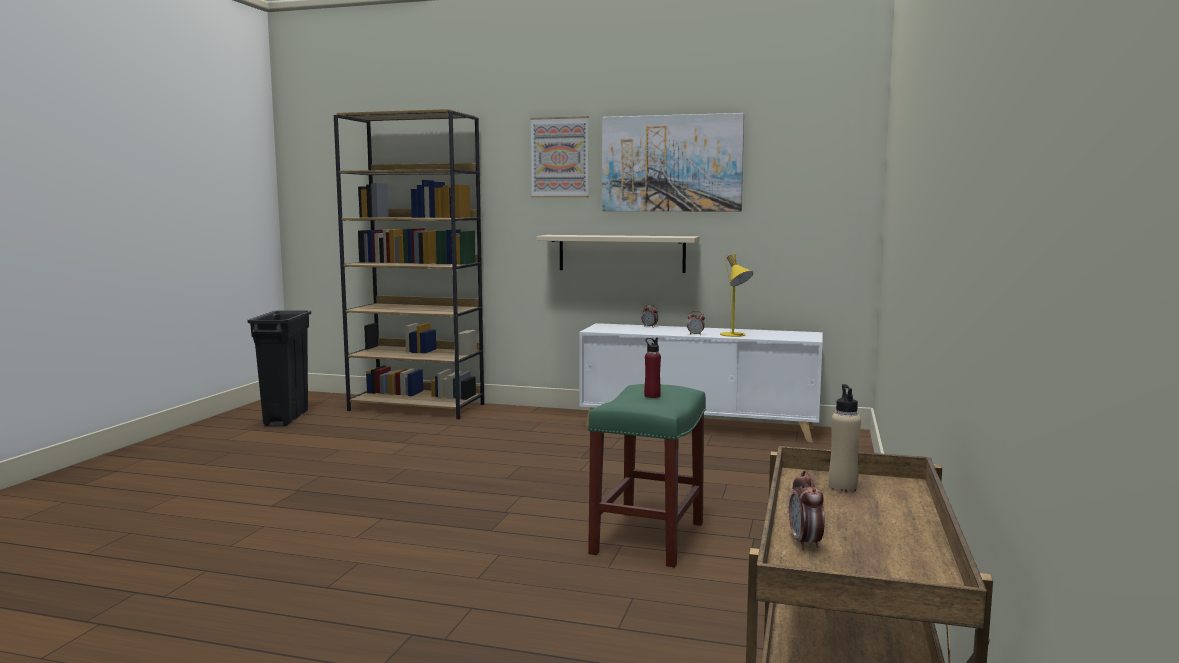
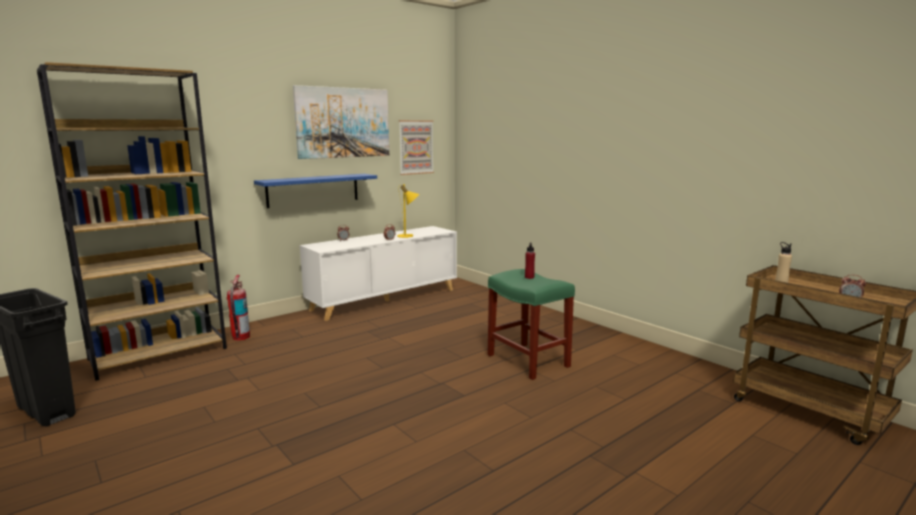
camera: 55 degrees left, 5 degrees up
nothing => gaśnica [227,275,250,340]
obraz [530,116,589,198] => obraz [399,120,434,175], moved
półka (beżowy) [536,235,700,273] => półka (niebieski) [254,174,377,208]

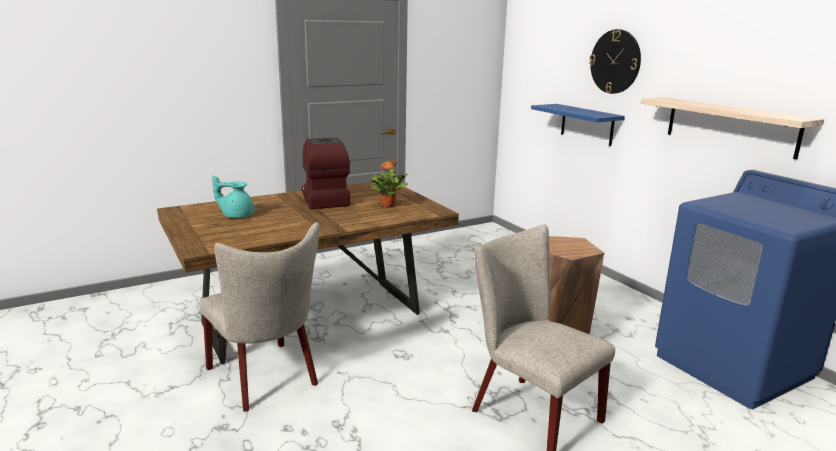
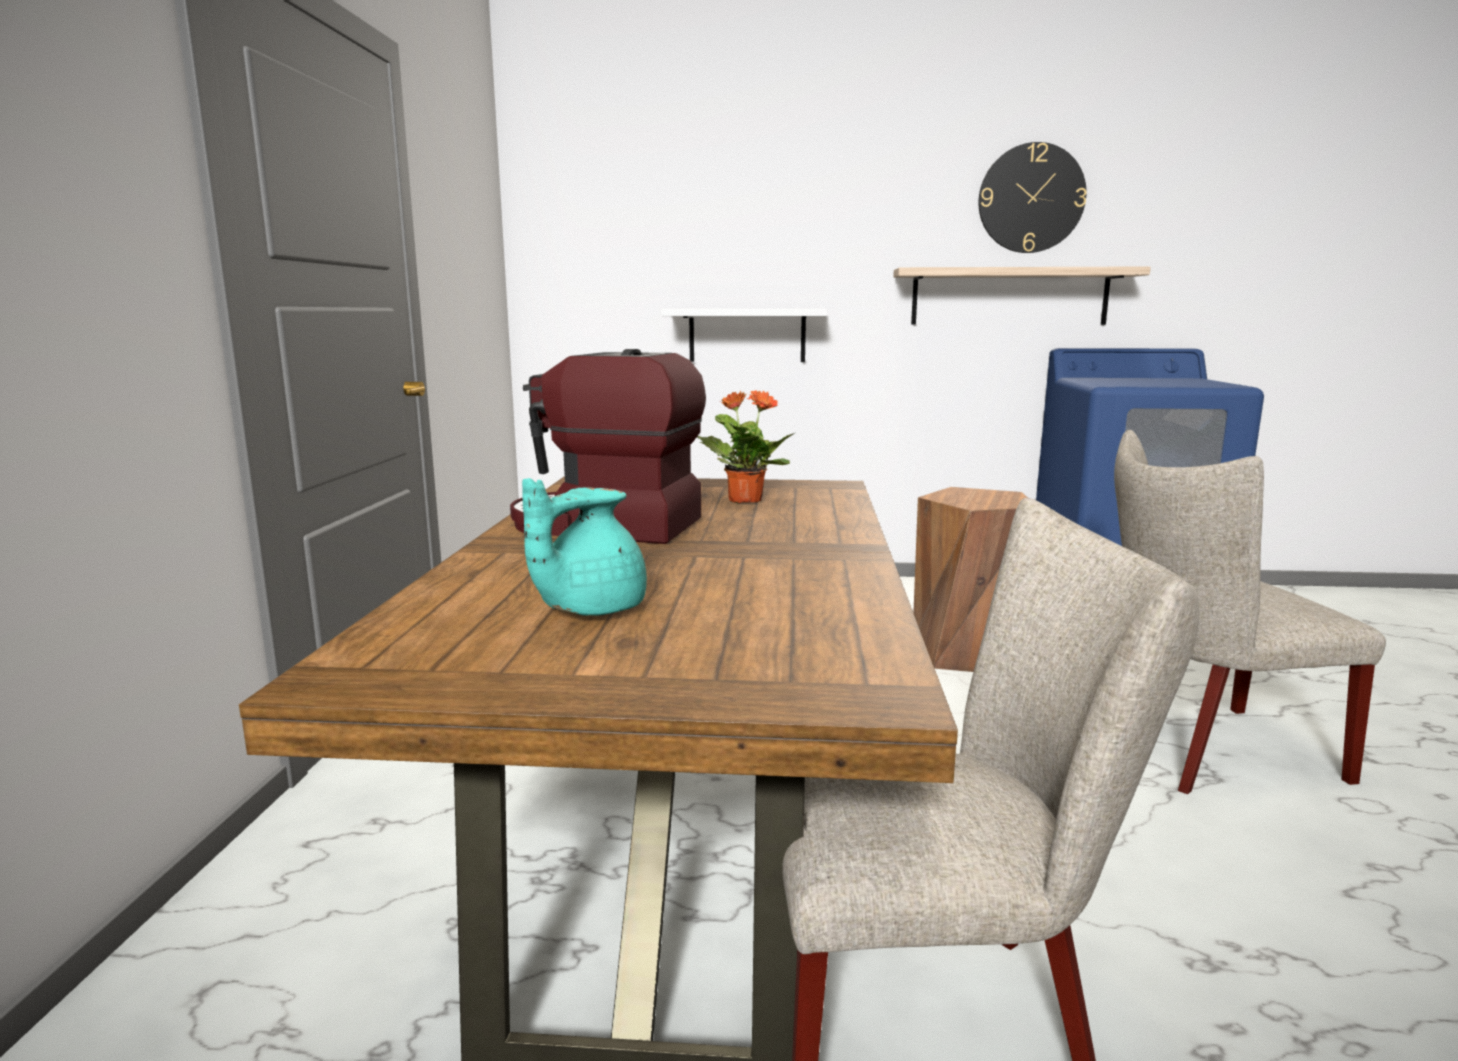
camera: 55 degrees left, 5 degrees down
zegar ścienny [589,29,641,94] => zegar ścienny [978,142,1086,253], moved
półka (niebieski) [531,104,625,146] => półka (biały) [661,309,828,362]

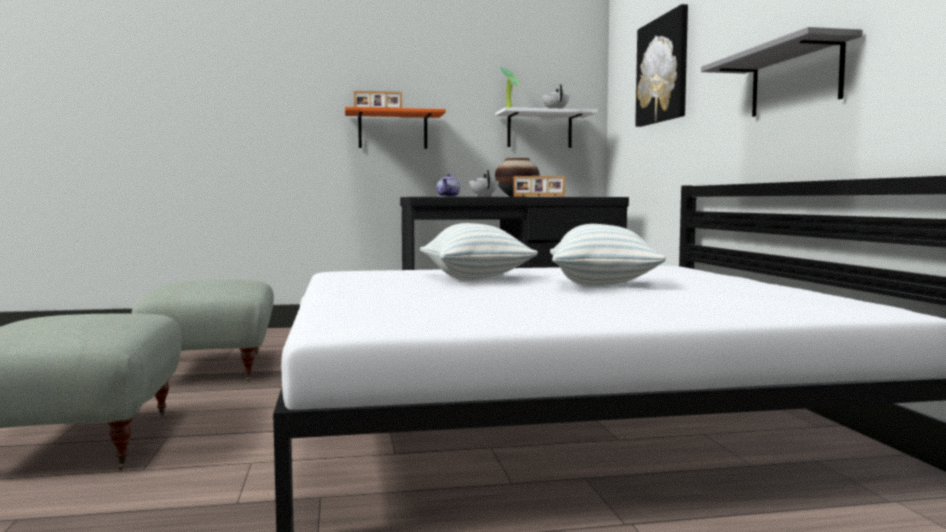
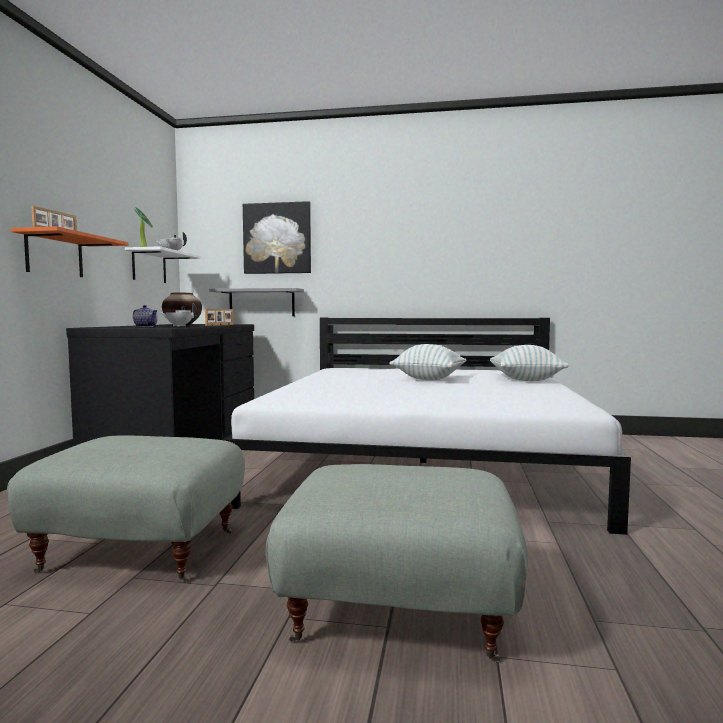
camera: 70 degrees left, 0 degrees up
poduszka [420,223,538,280] => poduszka [490,345,568,381], moved
półka (szary) [701,27,863,117] => półka (szary) [209,288,304,316], moved

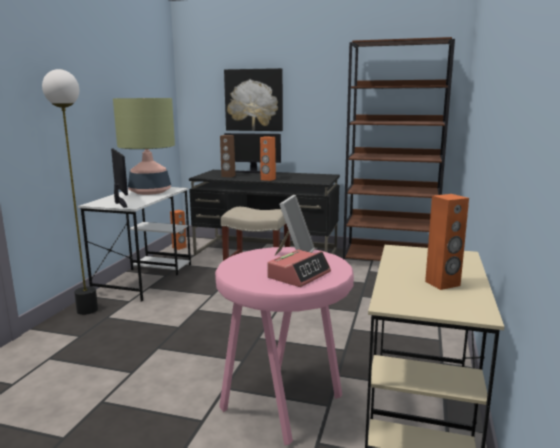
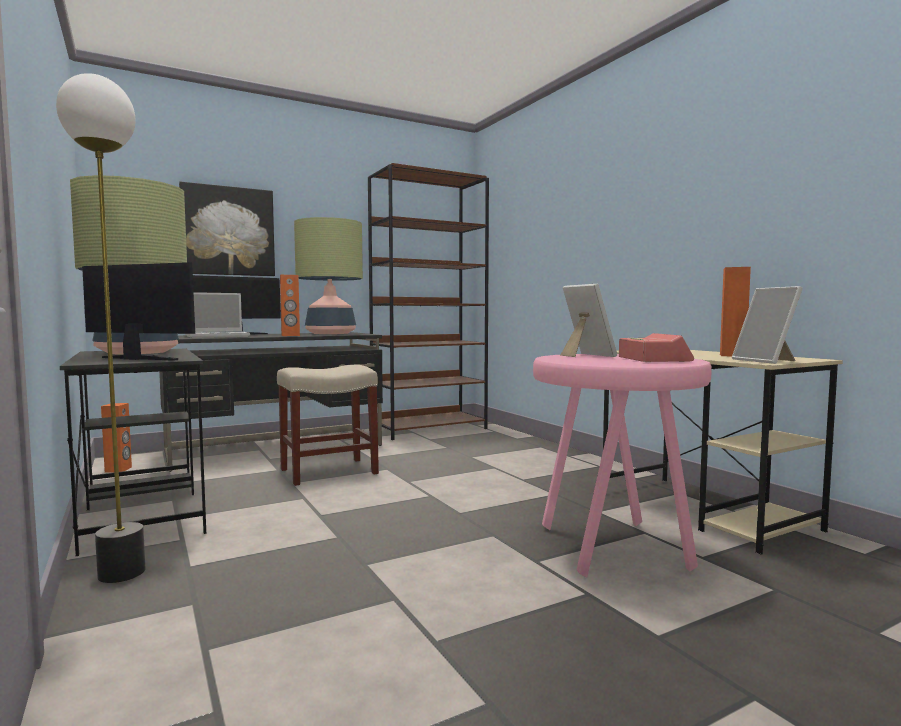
camera: 45 degrees left, 10 degrees down
nothing => lampa stołowa [294,217,363,334]
nothing => ramka na zdjęcie [732,286,803,364]
głośnik (brązowy) [220,135,236,177] => laptop [185,292,250,338]
biurko (biały) [78,187,191,301] => biurko (czarny) [60,349,207,556]

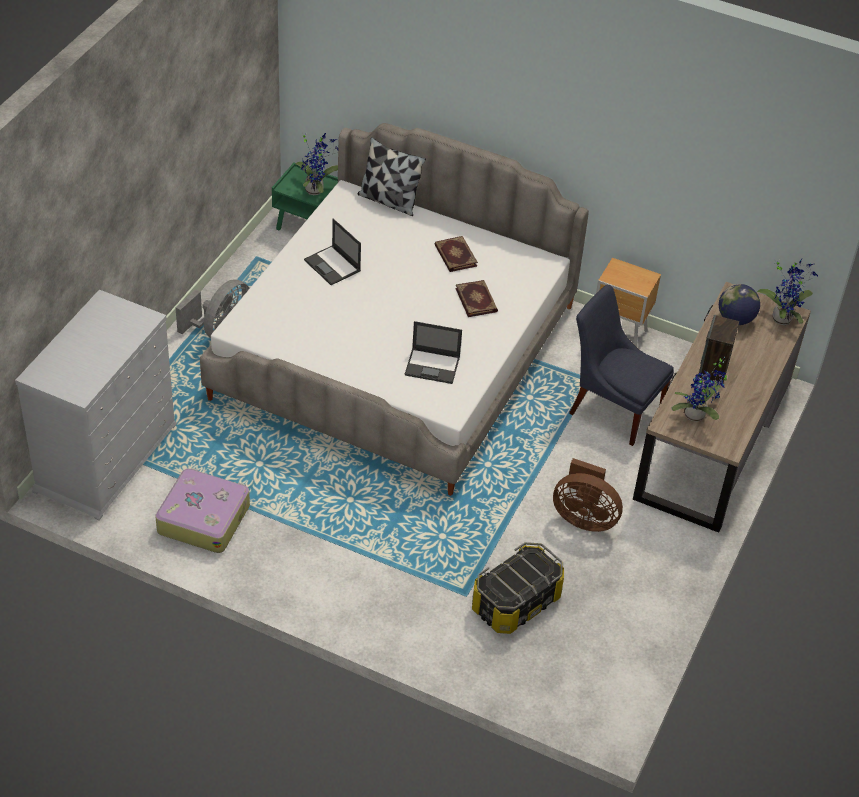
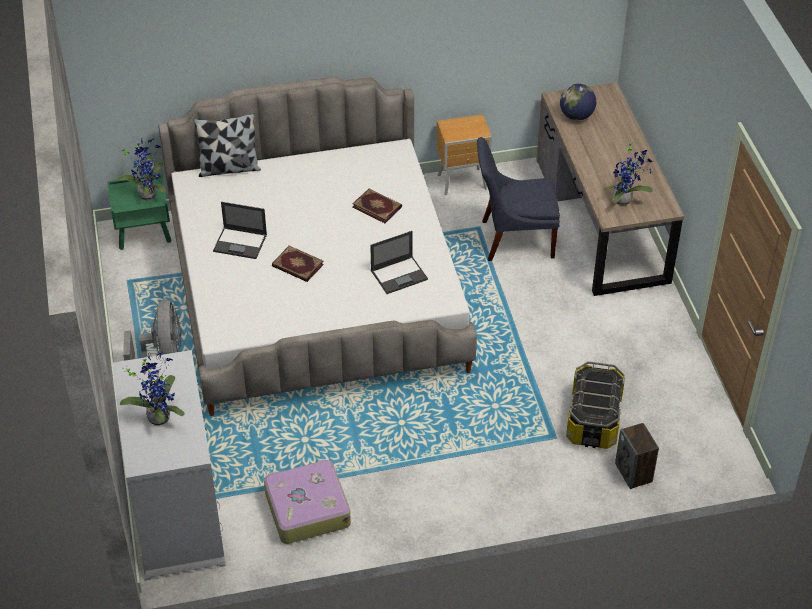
camera: 35 degrees left, 0 degrees up
wentylator (brązowy) [553,458,623,532] => nothing
książka [435,236,478,272] => książka [272,246,324,282], moved
głośnik [698,315,739,383] => głośnik [615,423,659,489], moved
roślina doniczkowa [757,258,818,325] => roślina doniczkowa [120,351,185,426], moved

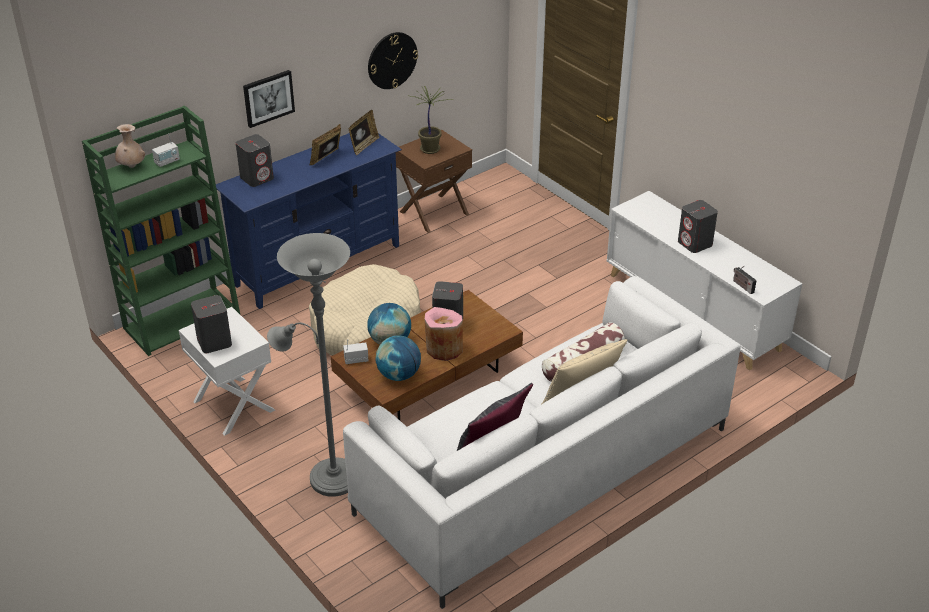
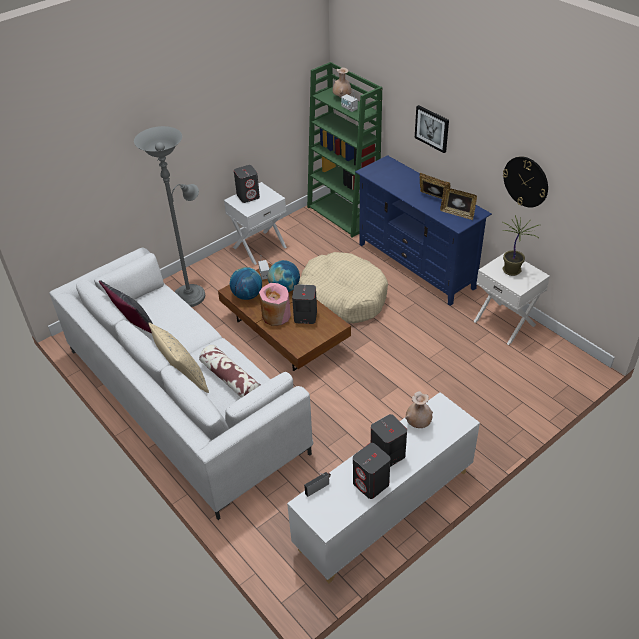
camera: 90 degrees right, 5 degrees up
nothing => wazon (beżowy) [405,391,433,428]
głośnik (szary) [236,134,274,187] => głośnik (szary) [353,443,391,499], moved
szafka nocna (brązowy) [396,130,472,233] => szafka nocna (biały) [474,253,550,345]

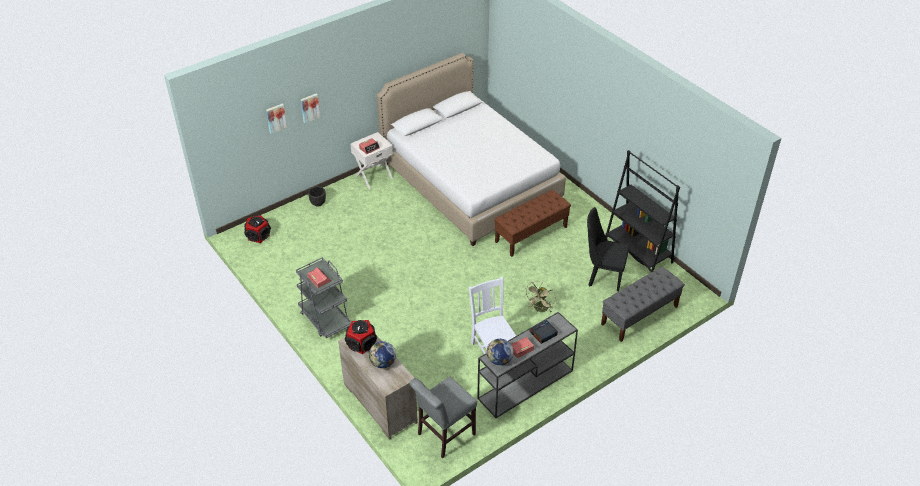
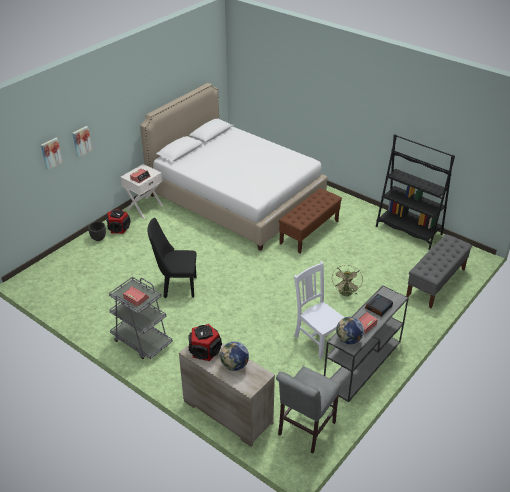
camera: 15 degrees left, 5 degrees down
głośnik [244,215,271,243] => głośnik [106,209,131,234], moved
krzesło (czarny) [587,207,629,291] => krzesło (czarny) [148,218,196,298], moved

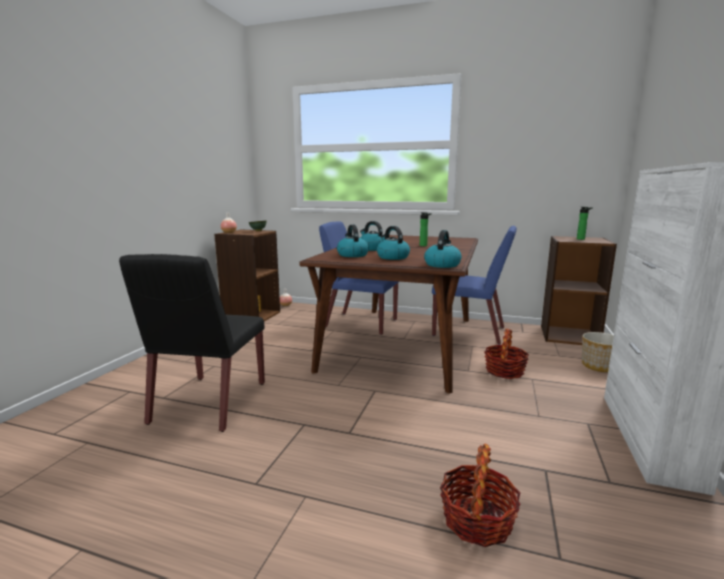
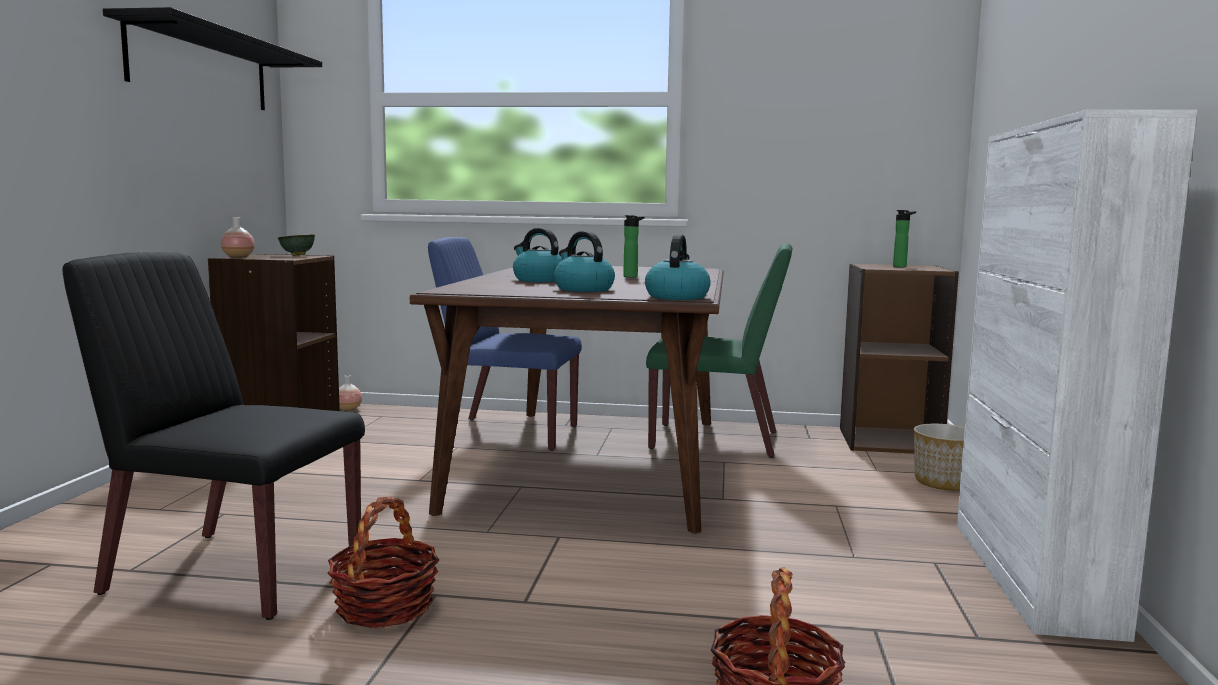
camera: 10 degrees left, 5 degrees down
czajnik [337,225,369,257] => nothing
nothing => półka (czarny) [103,7,322,110]
koszyk [484,329,529,379] => koszyk [328,497,439,628], moved
krzesło (niebieski) [432,226,517,345] => krzesło (zielony) [646,243,793,458]
krzesło (czarny) [119,254,265,432] => krzesło (czarny) [63,252,365,620], 105 degrees clockwise

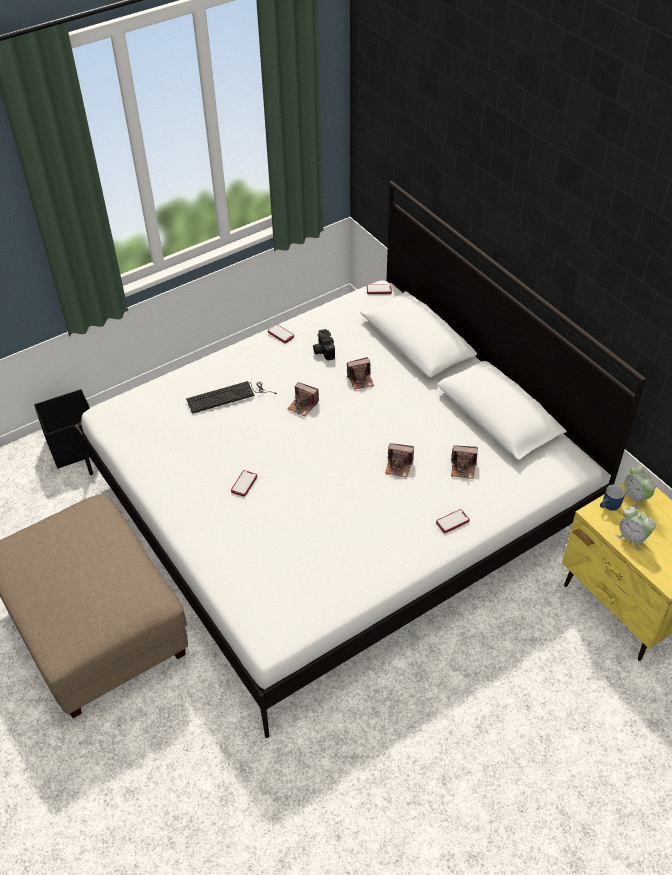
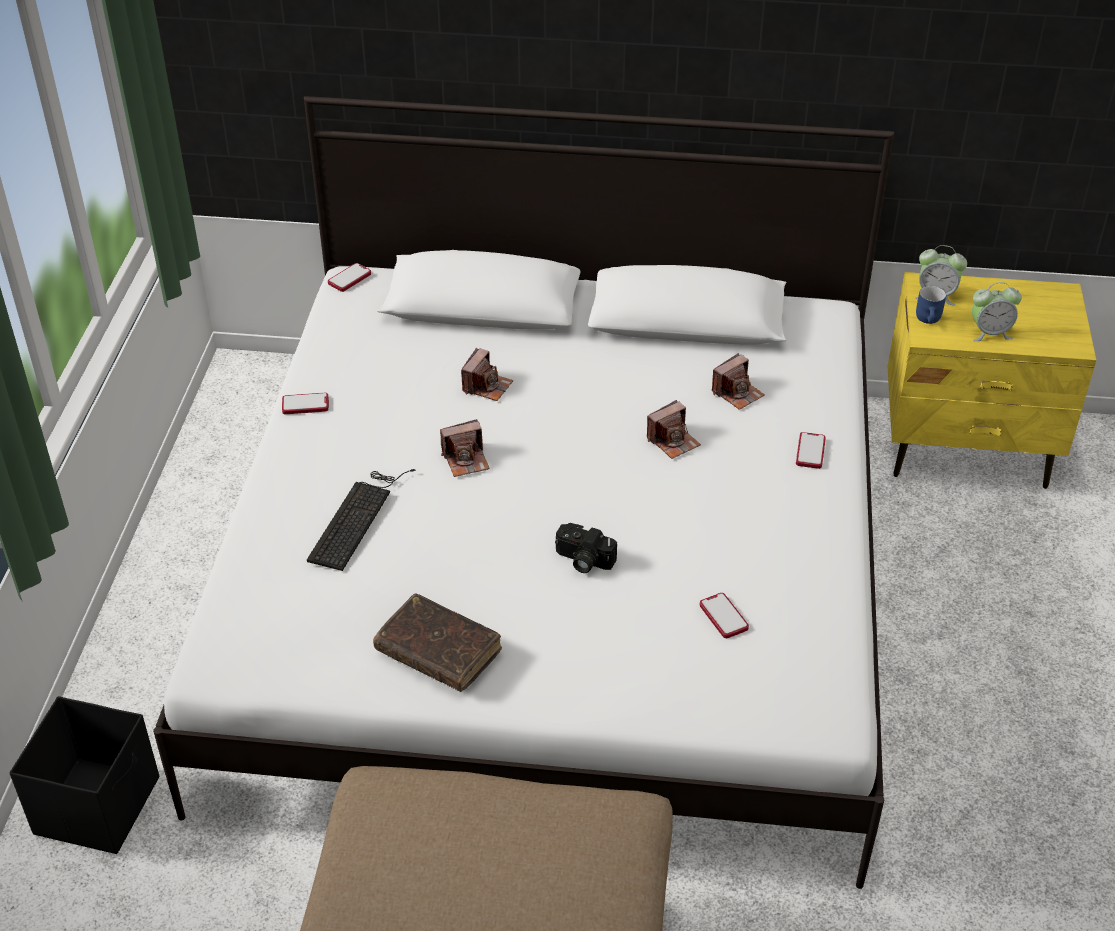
camera: 50 degrees left, 5 degrees down
nothing => książka (brązowy) [373,593,502,692]
telefon [231,470,257,496] => telefon [700,593,749,638], moved
aparat fotograficzny [313,329,335,361] => aparat fotograficzny [555,523,617,573], moved

